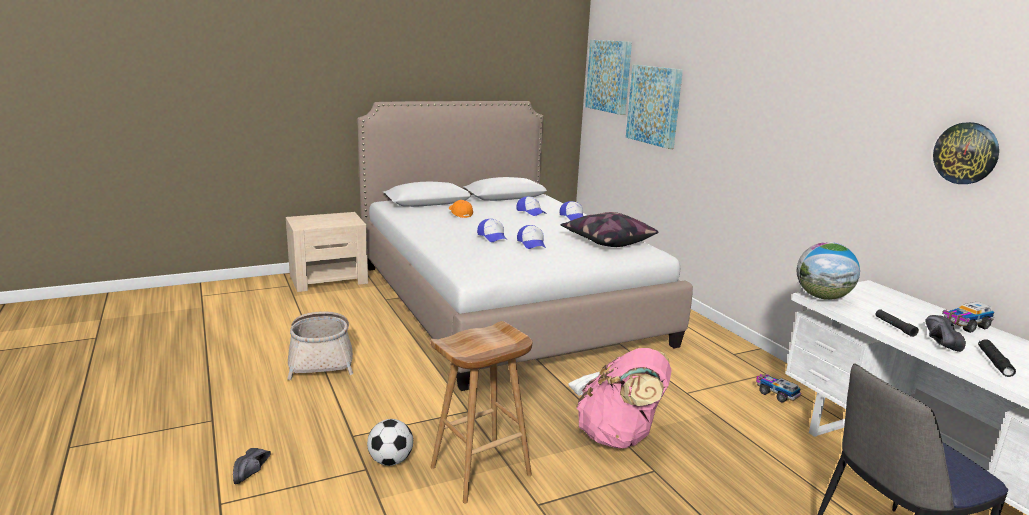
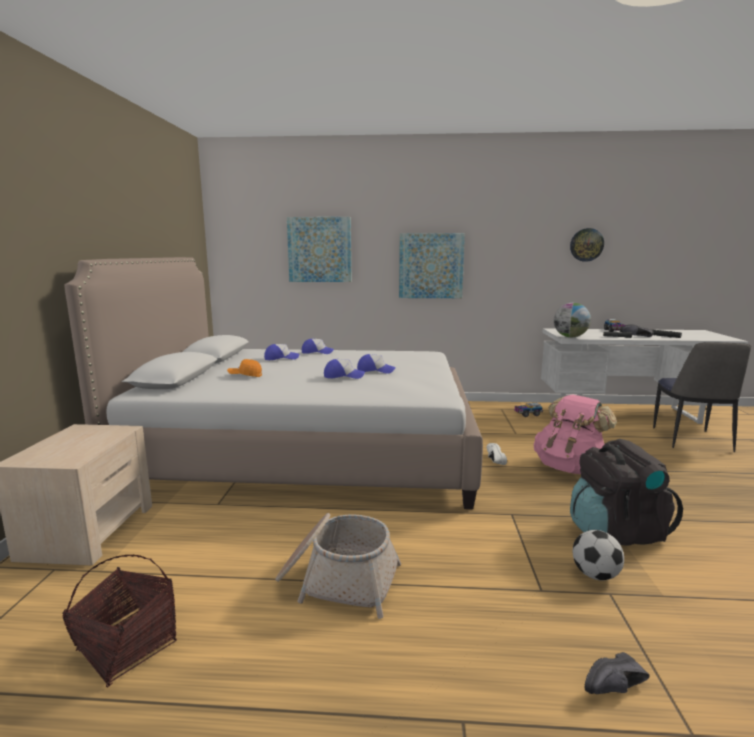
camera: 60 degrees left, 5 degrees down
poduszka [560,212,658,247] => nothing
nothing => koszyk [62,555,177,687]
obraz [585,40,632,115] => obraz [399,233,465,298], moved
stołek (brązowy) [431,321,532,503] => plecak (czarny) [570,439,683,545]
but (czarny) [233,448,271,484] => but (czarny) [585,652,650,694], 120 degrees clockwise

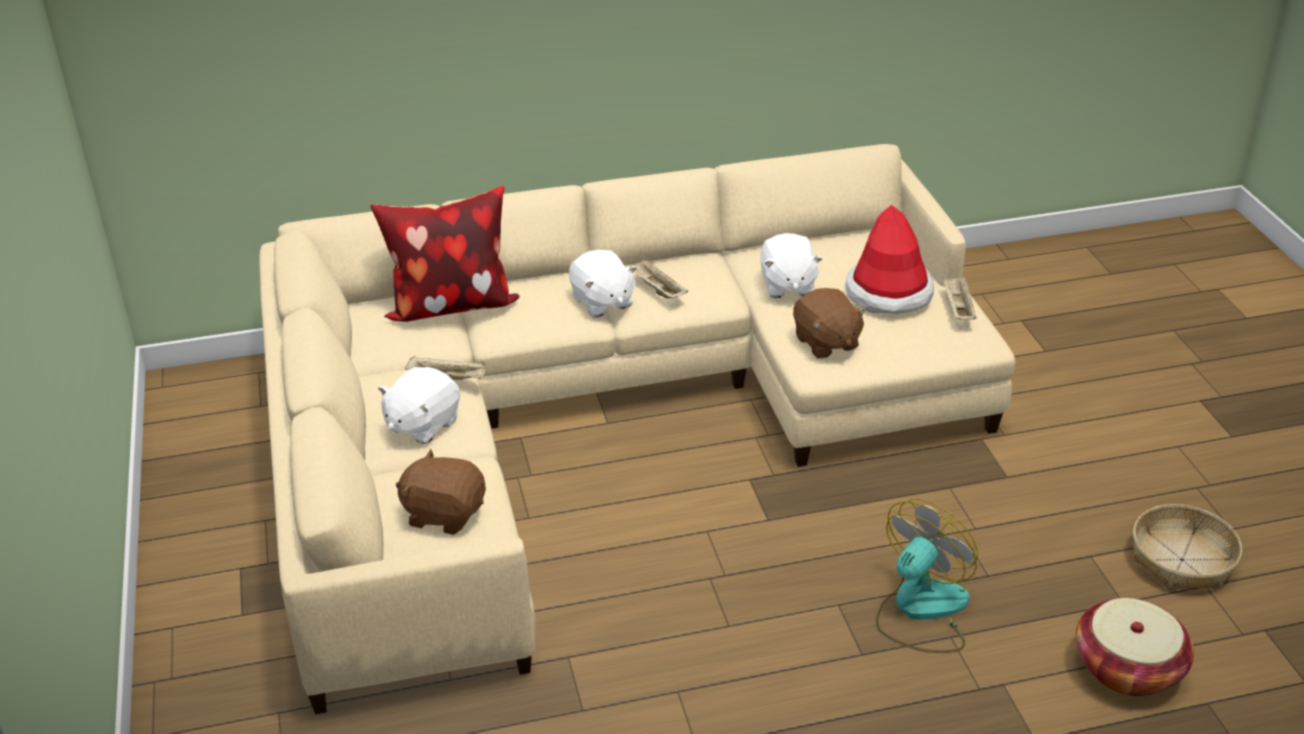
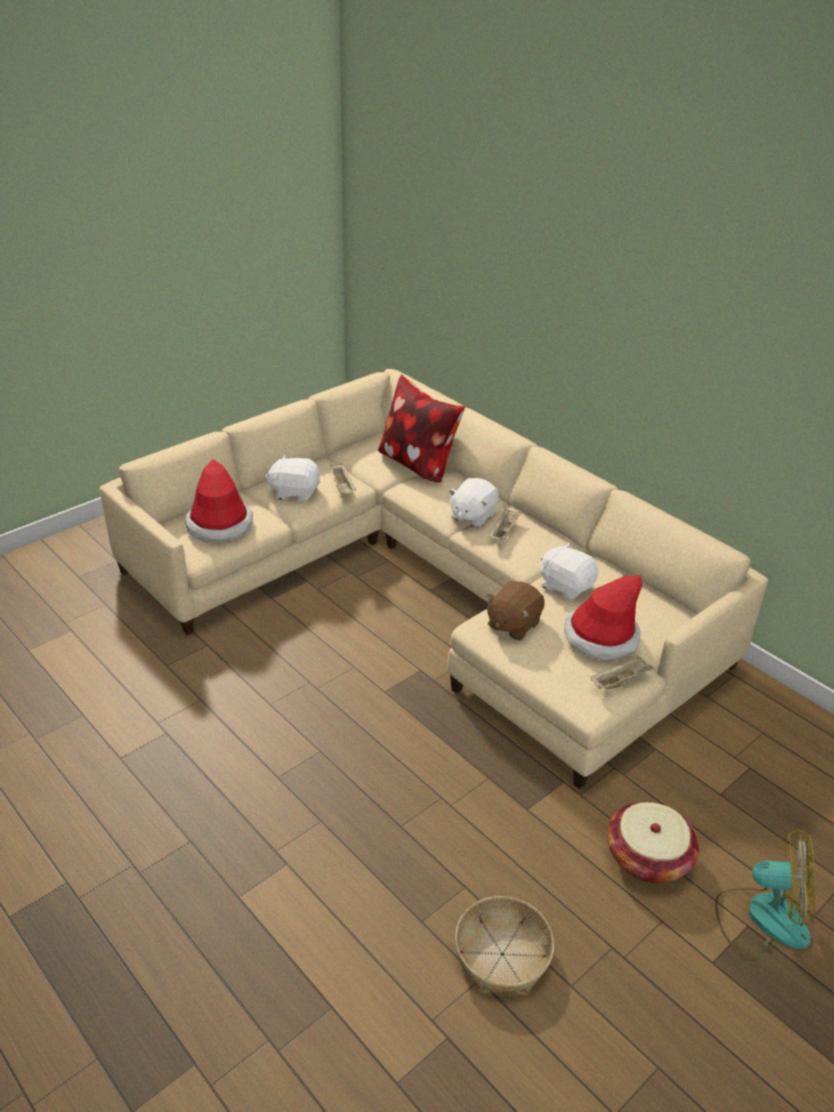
camera: 60 degrees right, 0 degrees up
wentylator [876,499,978,653] => wentylator [715,829,815,961], moved
koszyk [1075,598,1194,696] => koszyk [607,801,699,883], moved
pluszak (brązowy) [396,449,486,535] => kapelusz [185,459,253,542]
pluszak (biały) [760,233,823,298] => pluszak (biały) [540,543,598,601], 75 degrees clockwise

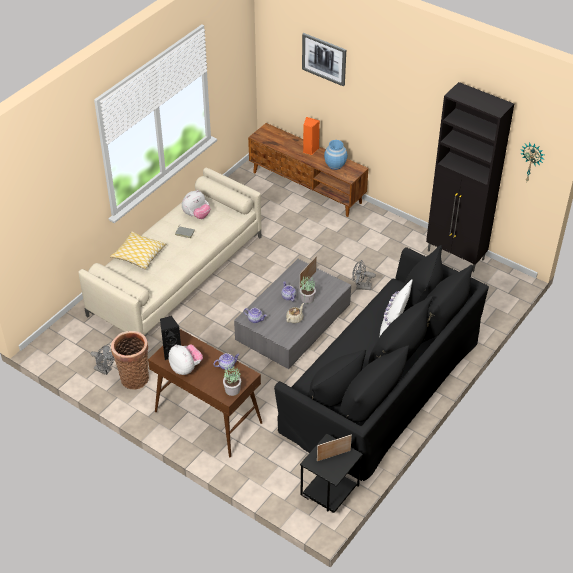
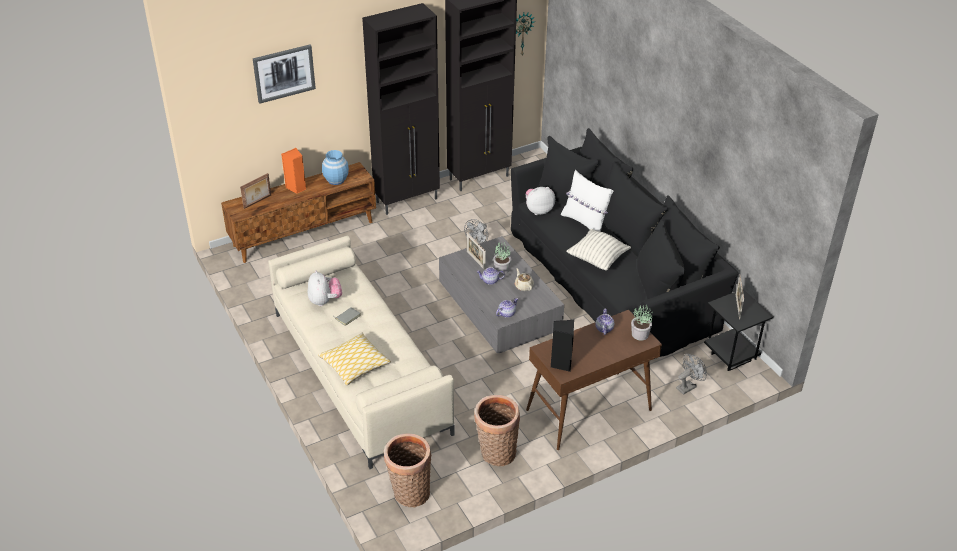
camera: 65 degrees left, 5 degrees down
nothing => ramka na zdjęcie [240,173,271,209]
nothing => szafka (czarny) [362,3,440,215]
nothing => koszyk [384,433,431,507]
nothing => poduszka [566,229,631,270]
wentylator (szary) [91,344,115,375] => wentylator (szary) [676,354,707,395], moved
pluszak [169,345,203,375] => pluszak [526,187,555,215], moved

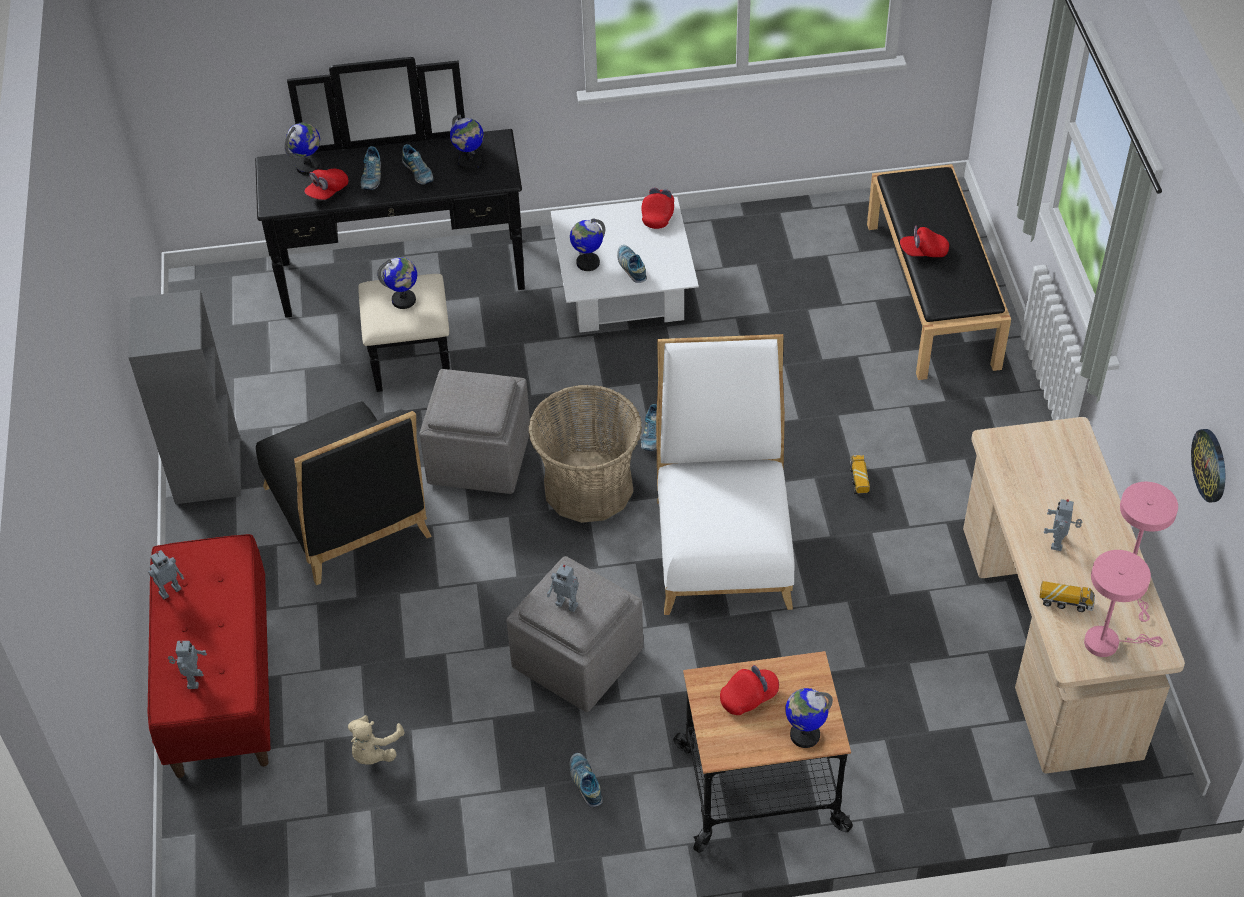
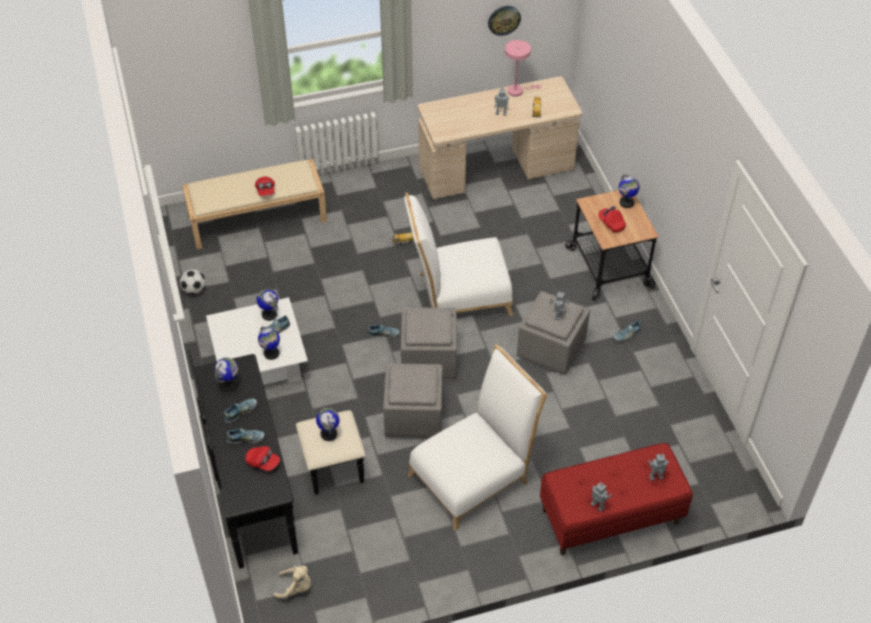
camera: 100 degrees left, 0 degrees up
regał (szary) [128,290,241,504] => nothing
czapka z daszkiem (czerwony) [641,188,674,229] => nothing
lampa stołowa (różowy) [1084,550,1163,657] => nothing
nothing => piłka futbolowa [180,269,205,295]
globus [285,122,320,175] => globus [257,289,278,321], moved
pluszak (beżowy) [348,715,405,765] => pluszak (beżowy) [273,566,311,598], moved
koszyk [528,384,642,523] => pufa (szary) [401,308,457,379]
krzesło (czarny) [256,402,431,585] => krzesło (biały) [408,344,547,531]
ławka (czarny) [867,164,1011,380] => ławka (beżowy) [182,159,327,249]

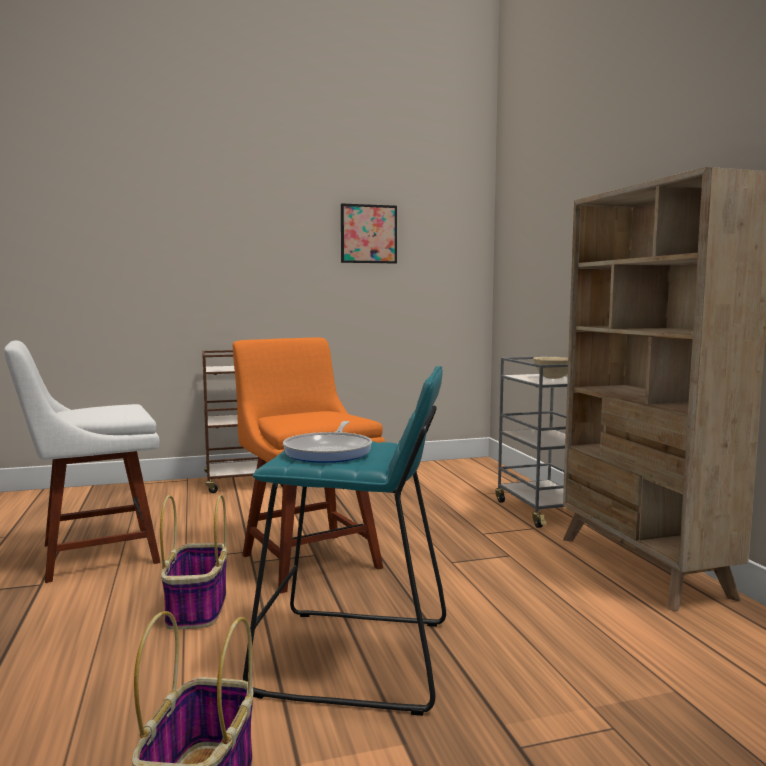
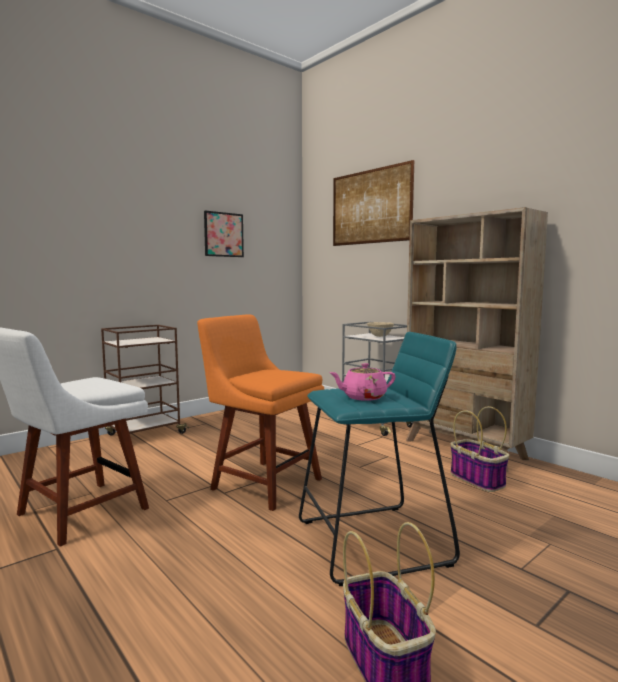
camera: 25 degrees left, 0 degrees up
nothing => obraz [333,160,414,246]
koszyk [160,495,227,630] => koszyk [450,406,509,492], moved
patelnia [283,421,372,463] => imbryk (różowy) [329,363,396,401]

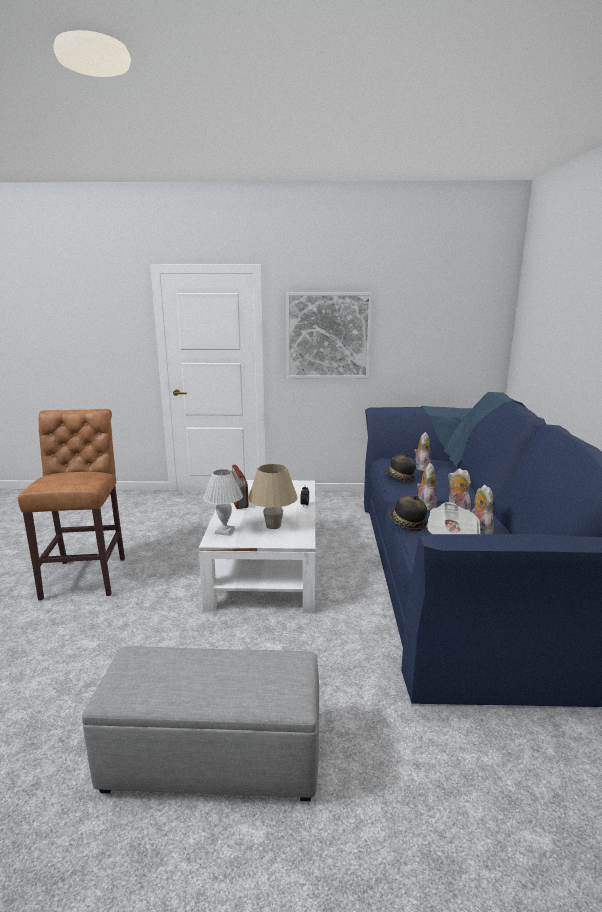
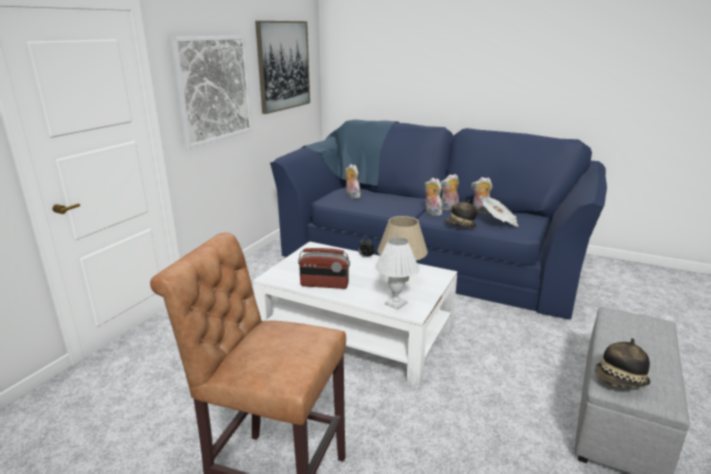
camera: 65 degrees left, 5 degrees up
nothing => obraz [255,21,310,114]
kapelusz [384,453,416,482] => kapelusz [595,338,650,388], moved

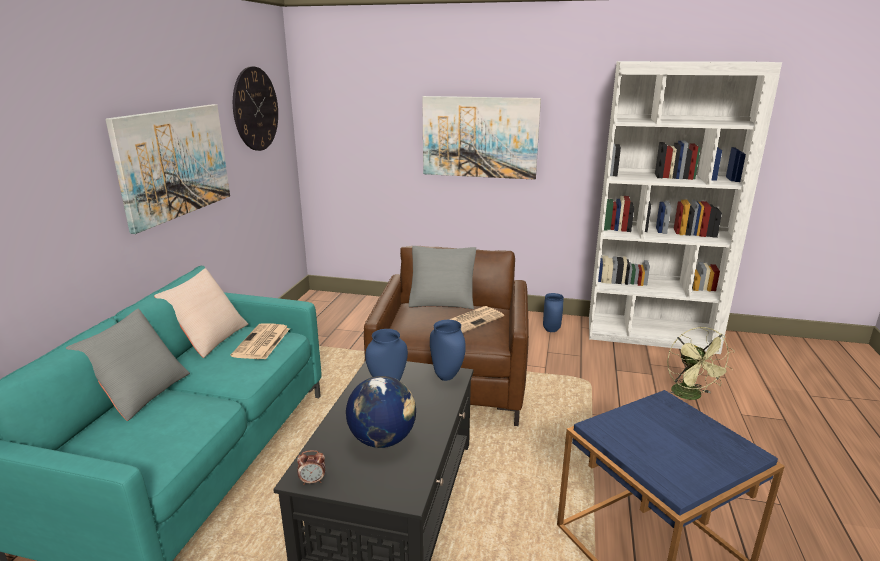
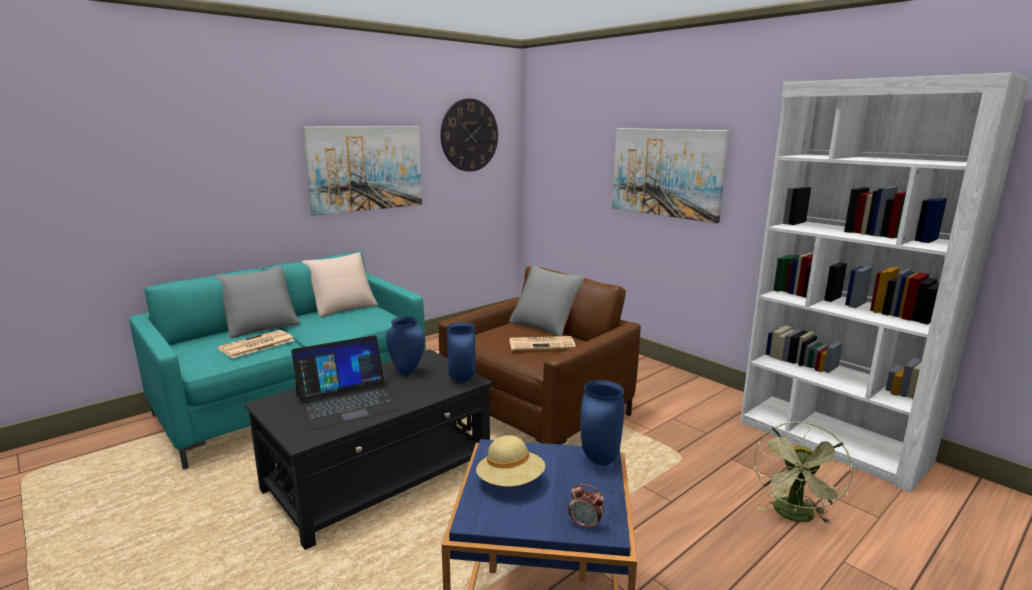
camera: 35 degrees right, 5 degrees down
nothing => kapelusz (beżowy) [476,435,545,487]
gazeta [231,323,290,360] => gazeta [217,330,295,358], moved
budzik [297,450,325,485] => budzik [568,484,604,531], moved
wazon (niebieski) [543,293,564,332] => wazon (niebieski) [580,380,625,466], moved
globus [346,376,416,448] => laptop [291,335,401,430]

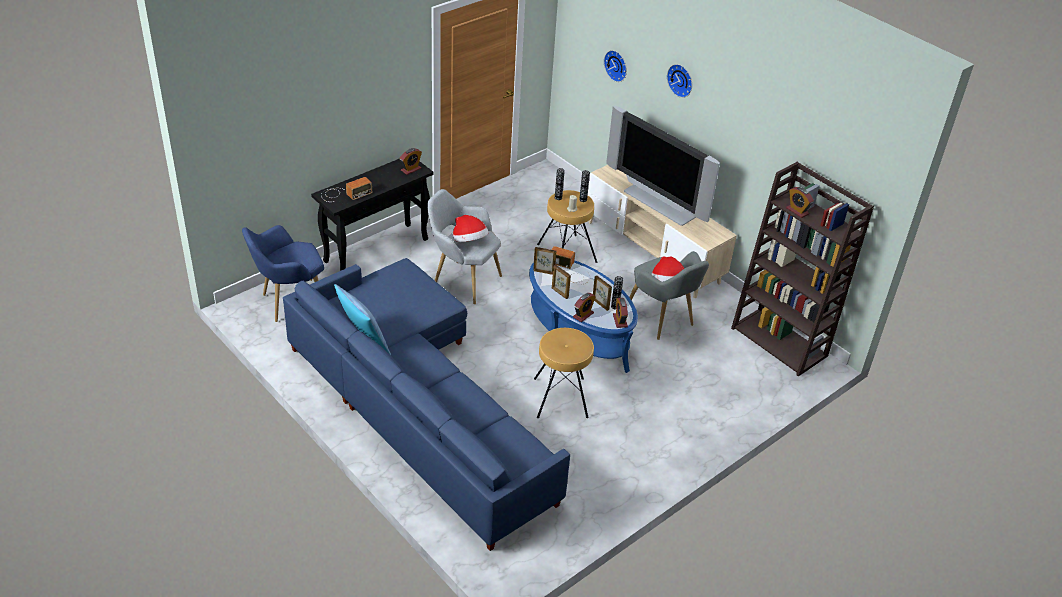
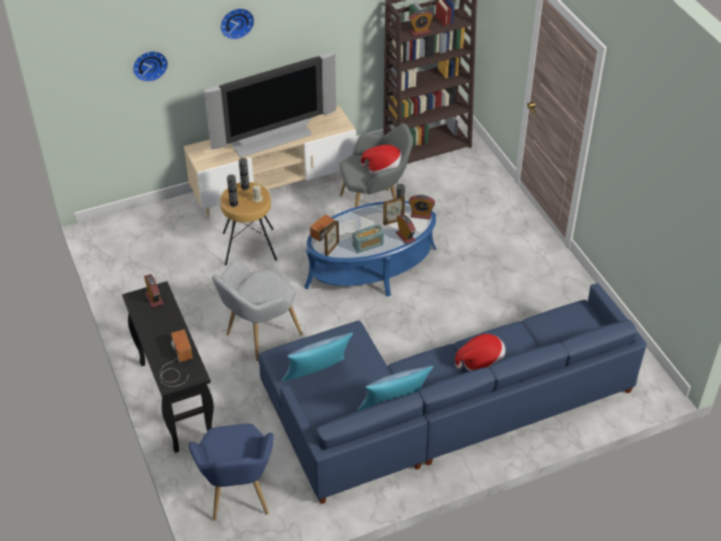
camera: 70 degrees left, 5 degrees up
stołek (brązowy) [534,328,594,418] => nothing
nothing => poduszka [282,333,353,381]
kapelusz [453,215,488,242] => kapelusz [455,334,505,371], moved
ramka na zdjęcie [552,264,571,299] => radio [352,225,384,253]

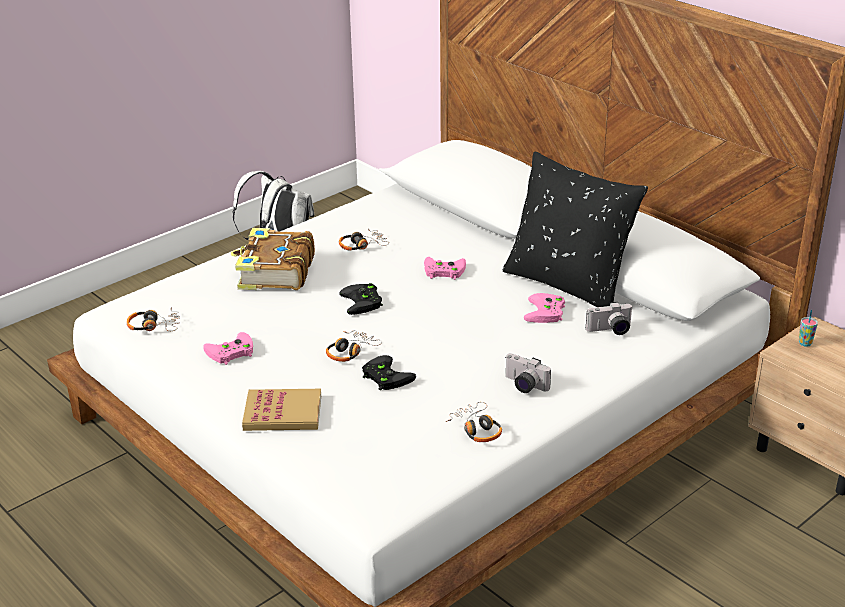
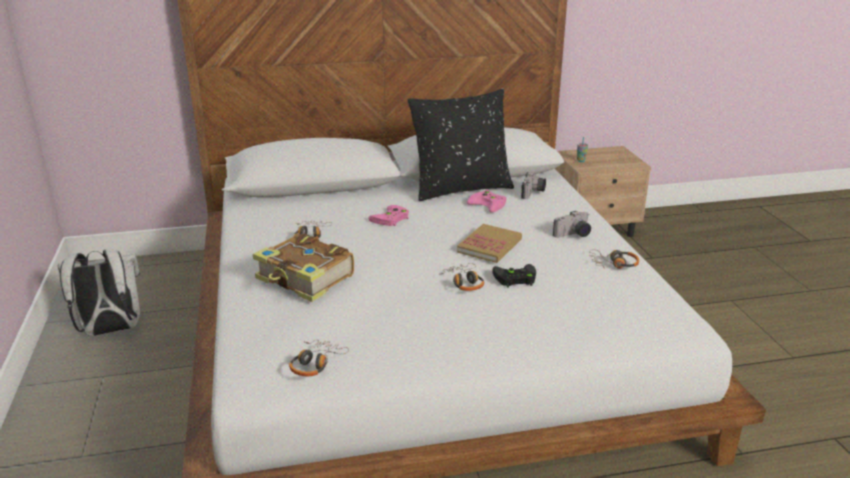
camera: 60 degrees left, 5 degrees down
pad do gier (różowy) [203,332,253,365] => nothing
pad do gier (czarny) [339,283,383,315] => nothing
książka [242,389,321,431] => książka [457,224,522,263], moved

